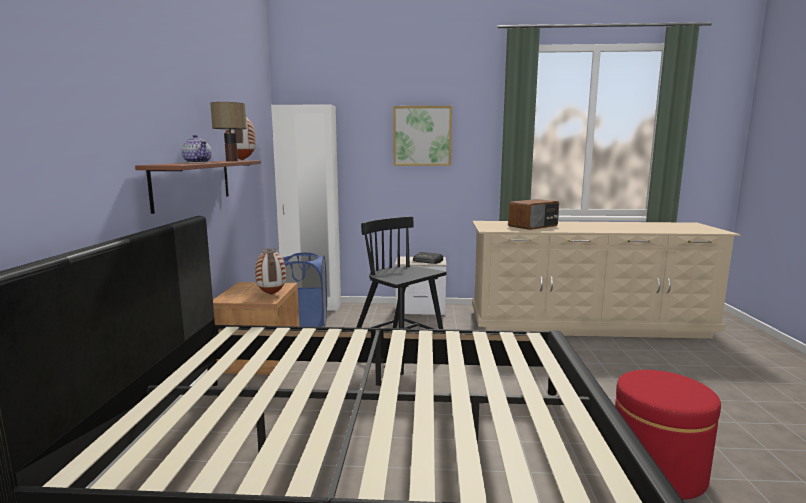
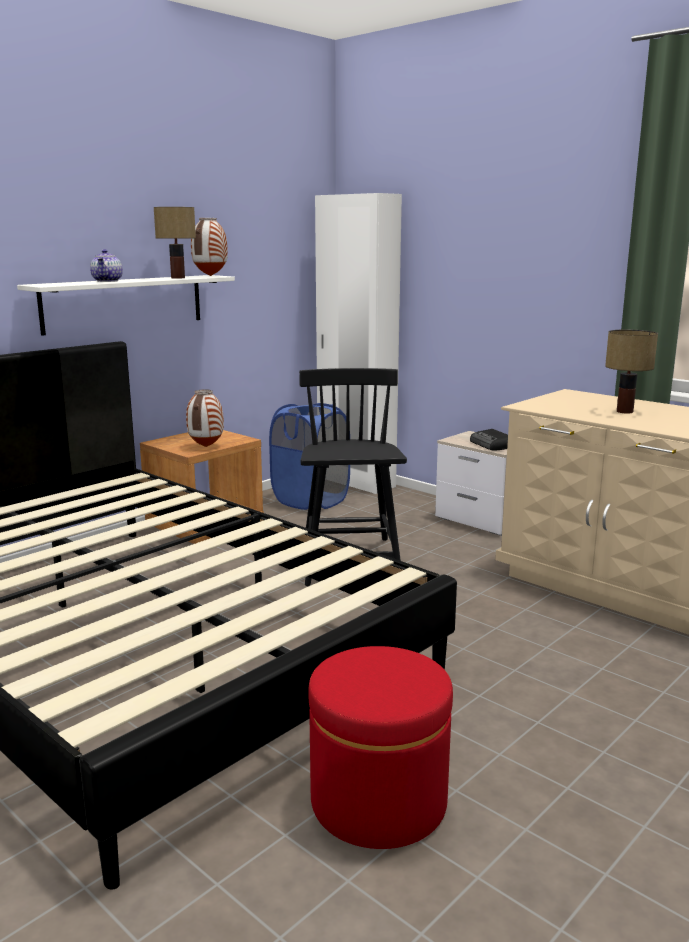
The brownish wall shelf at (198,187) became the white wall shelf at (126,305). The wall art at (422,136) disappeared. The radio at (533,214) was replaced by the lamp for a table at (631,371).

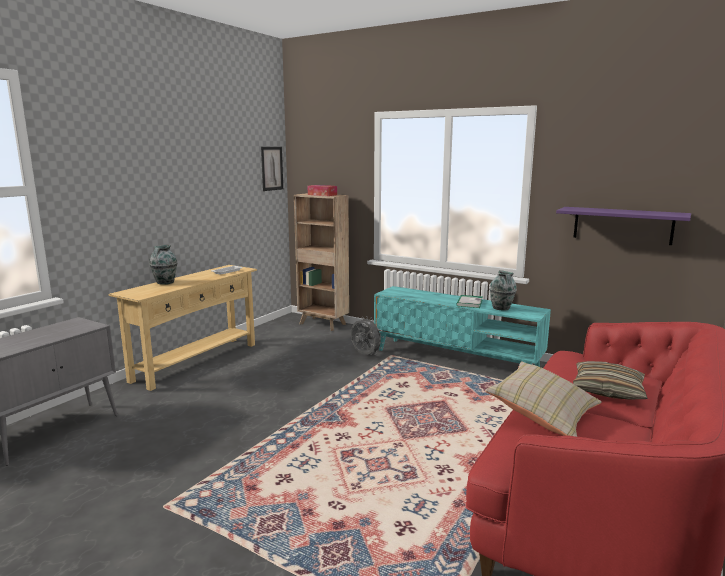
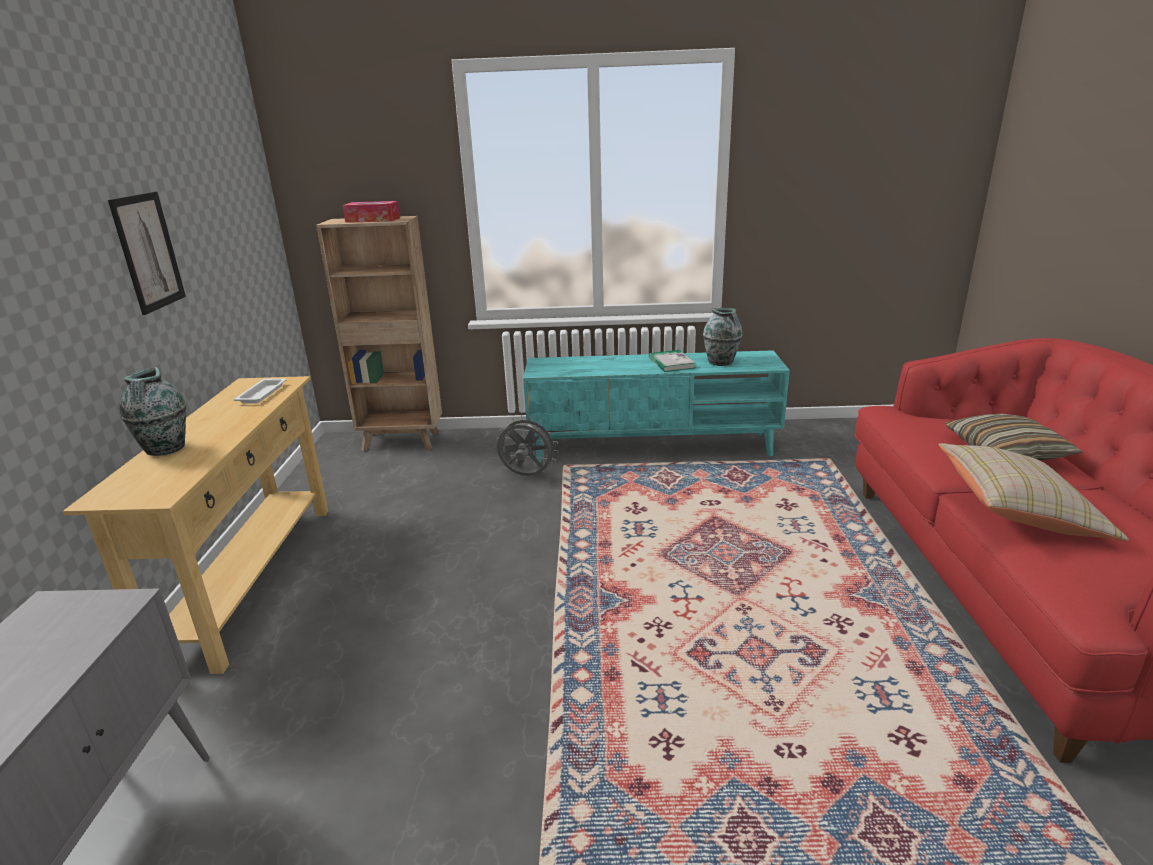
The wall art moved from (272,169) to (147,253). The purple-coloured wall shelf at (623,226) disappeared.

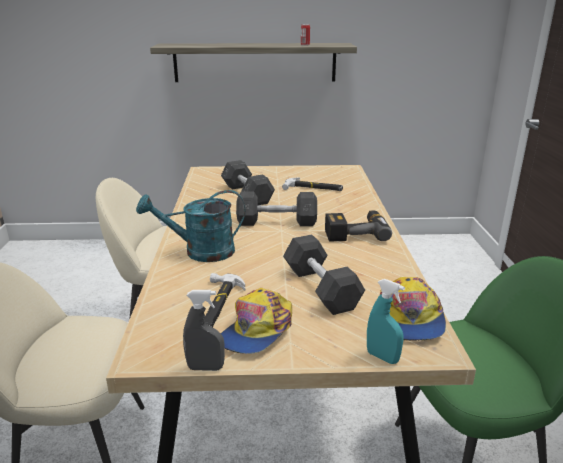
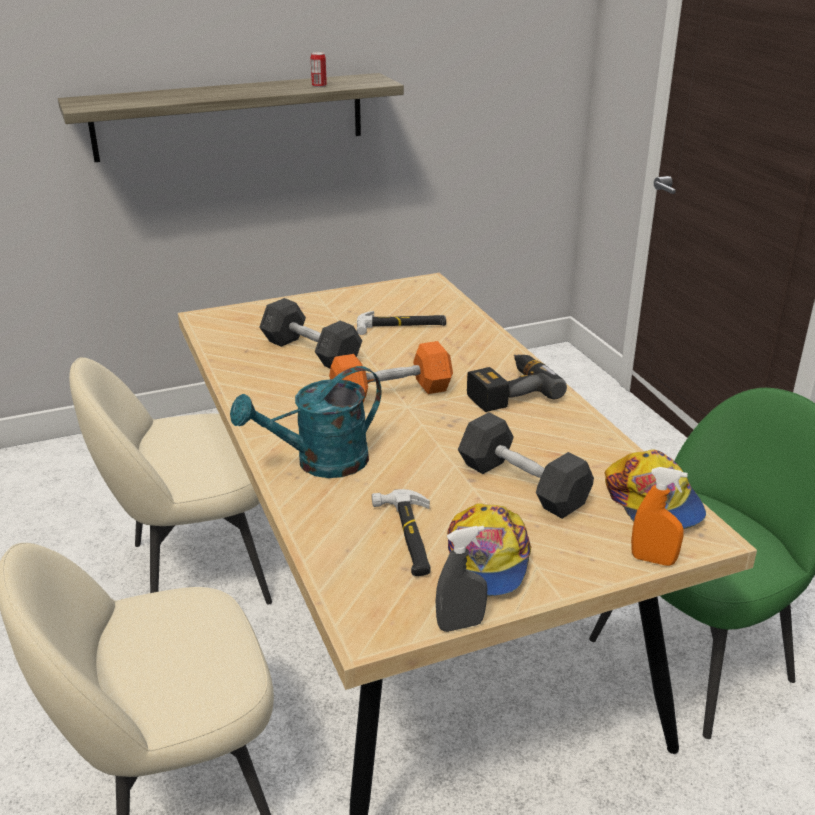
The grey dumbbell at (276,209) became the orange dumbbell at (391,371). The turquoise-coloured spray bottle at (386,321) became the orange spray bottle at (659,516).

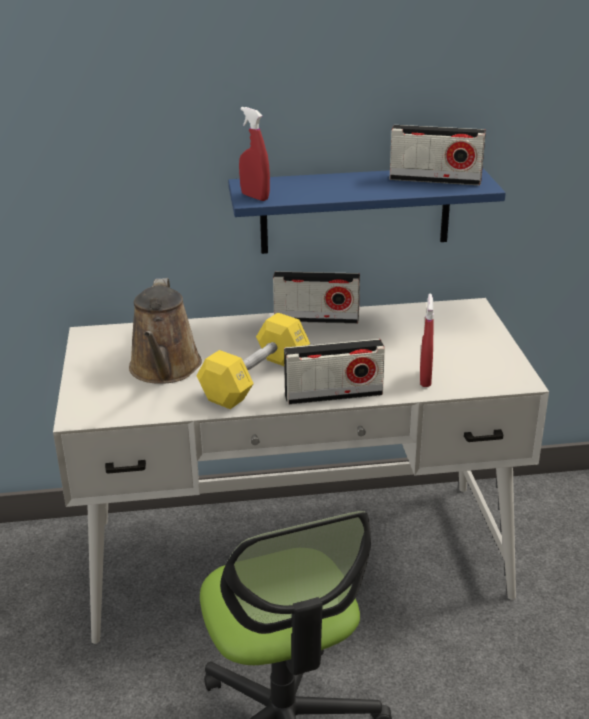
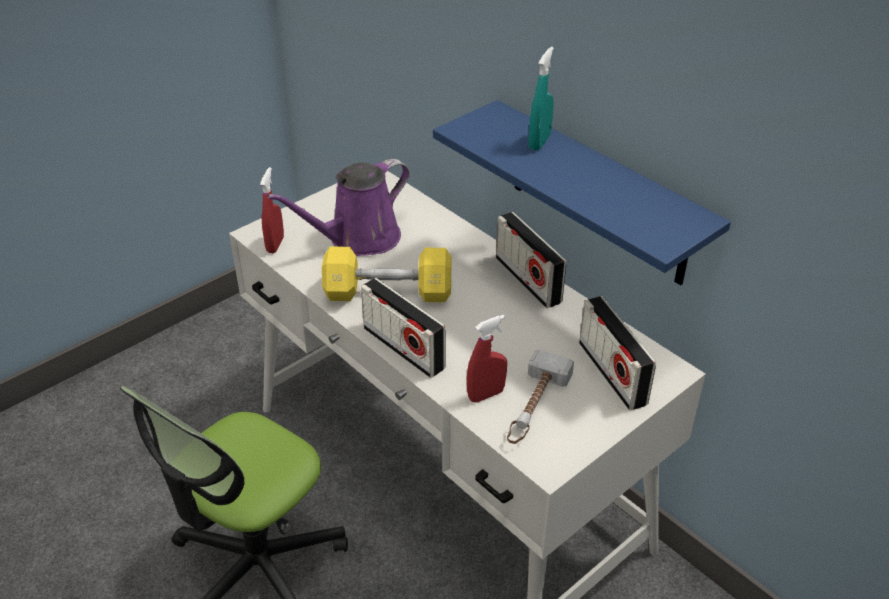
The brownish watering pot at (165,331) became the purple-coloured watering pot at (338,207). The reddish spray bottle moved from (254,154) to (272,210). The radio moved from (438,155) to (617,353). The tool hammer at (540,397) appeared. The turquoise-coloured spray bottle at (541,99) appeared.

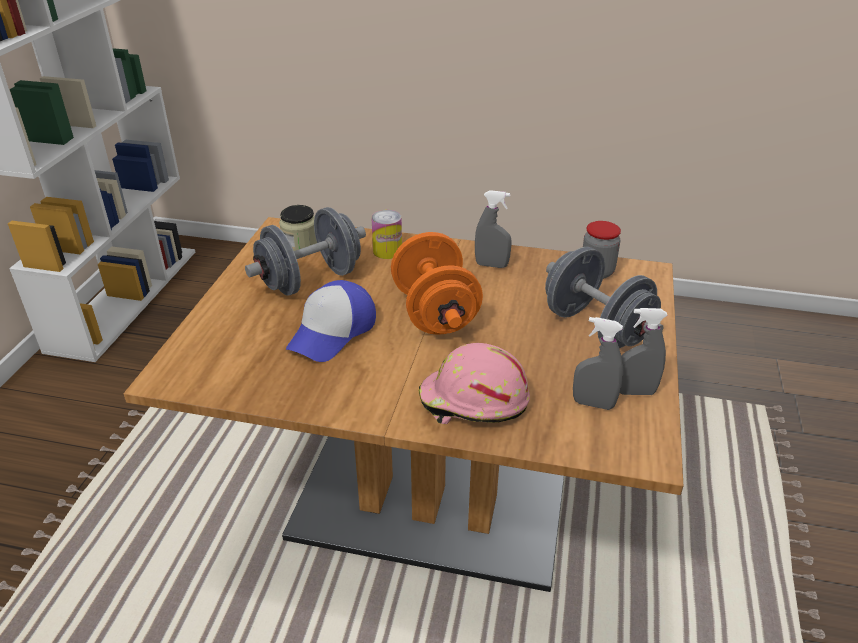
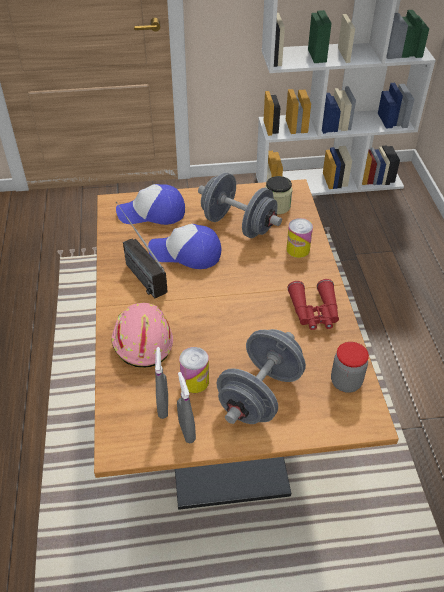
The orange dumbbell at (437,283) disappeared. The grey spray bottle at (493,229) was replaced by the reddish field glasses at (313,304). The cap at (150,204) appeared. The radio at (142,250) appeared. The can at (194,370) appeared.

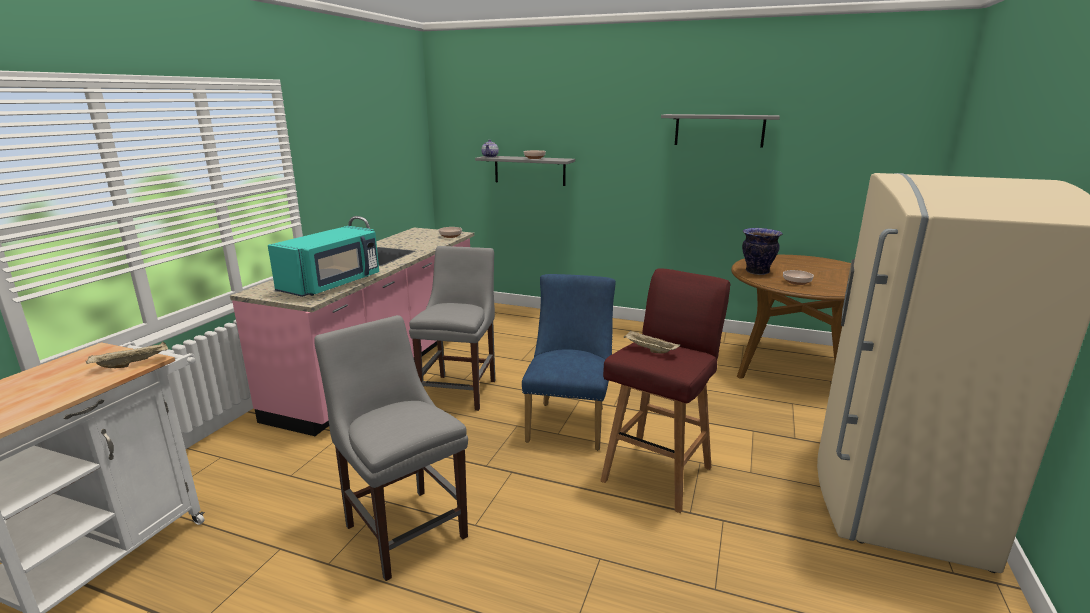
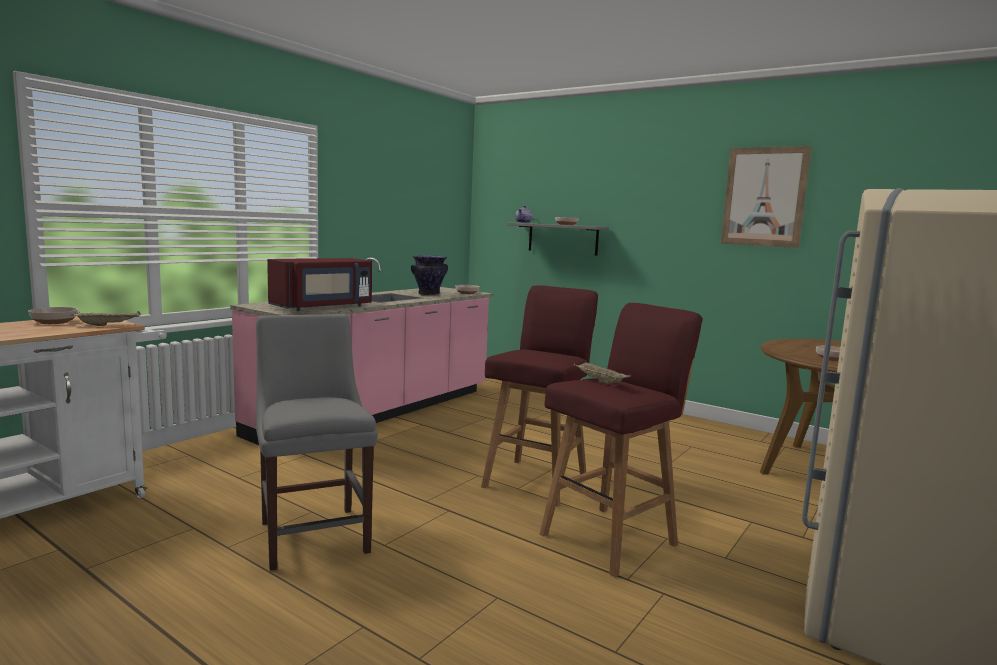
The turquoise-coloured microwave at (323,261) became the reddish microwave at (319,284). The grey chair at (452,328) disappeared. The blue-coloured chair at (569,362) was replaced by the reddish sitting stool at (539,396). The grey wall shelf at (720,130) was replaced by the wall art at (766,197). The flower vase moved from (762,251) to (429,275). The serving bowl at (53,315) appeared.

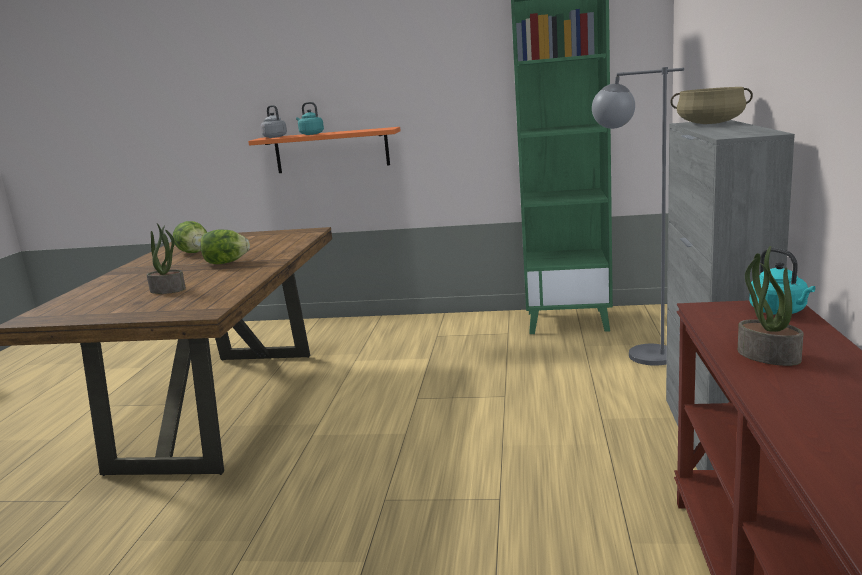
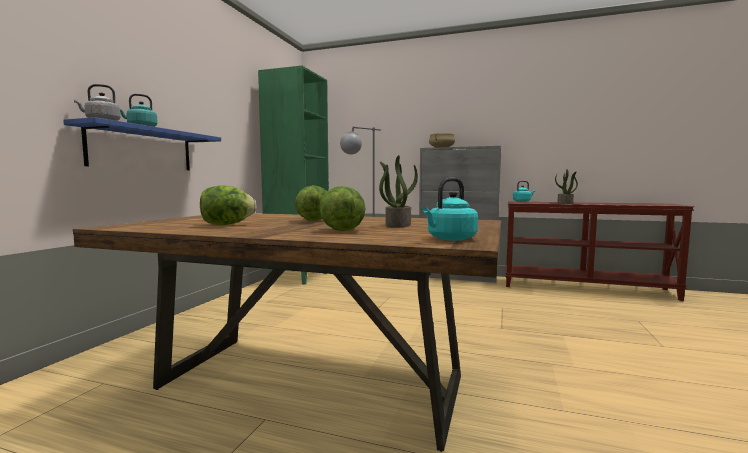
The orange wall shelf at (324,150) became the blue-coloured wall shelf at (142,143). The lettuce head at (342,208) appeared. The turquoise-coloured kettle at (450,209) appeared.

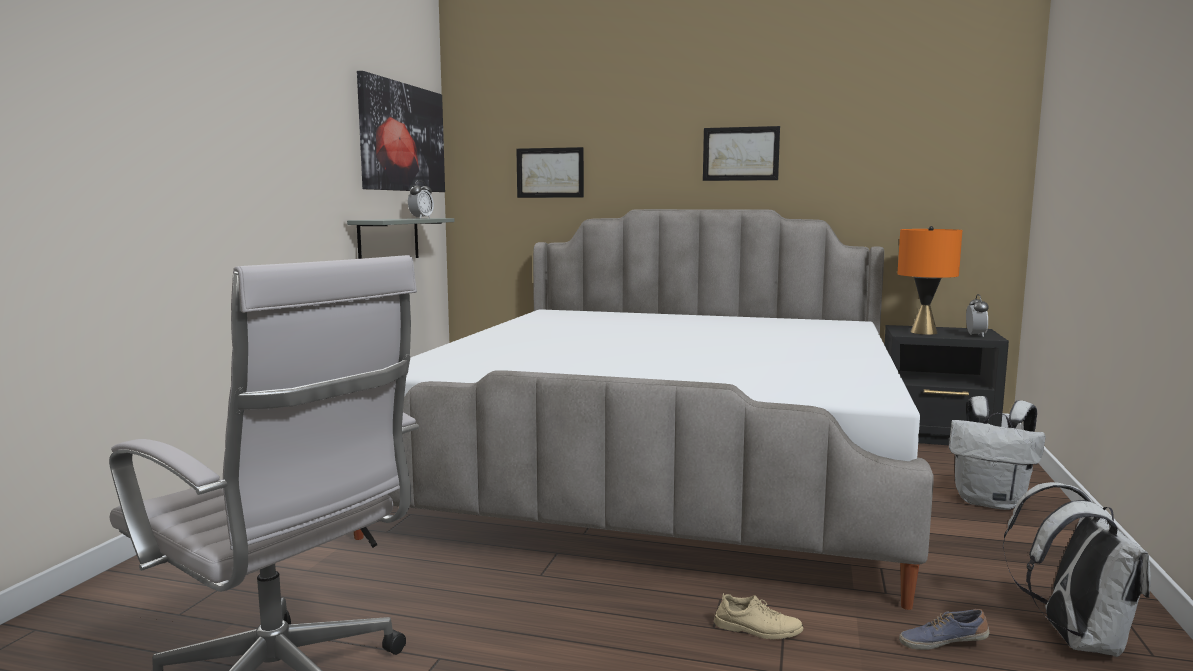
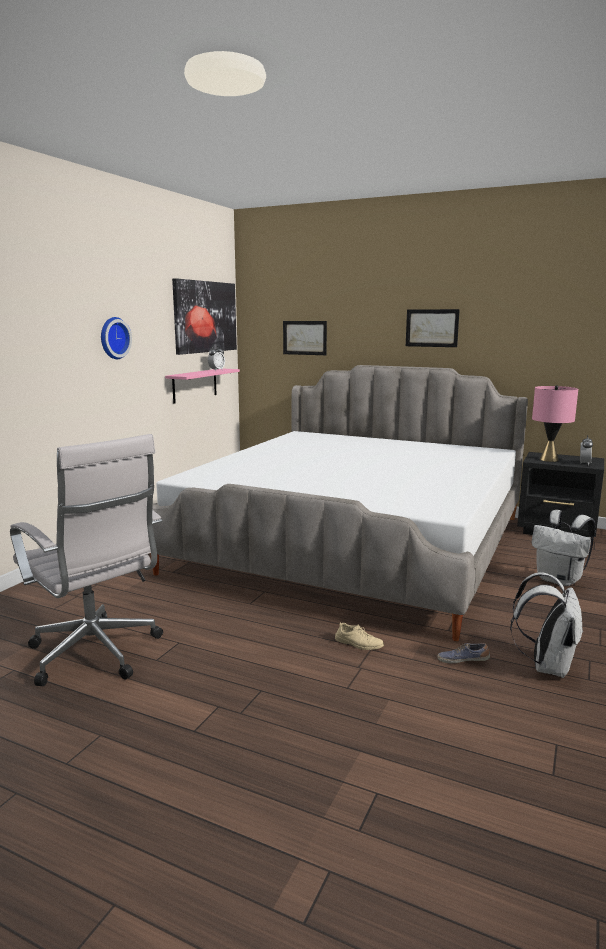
The grey wall shelf at (400,238) became the pink-coloured wall shelf at (202,386). The orange lamp for a table at (929,280) became the pink-coloured lamp for a table at (555,423). The clock on the wall at (116,338) appeared.

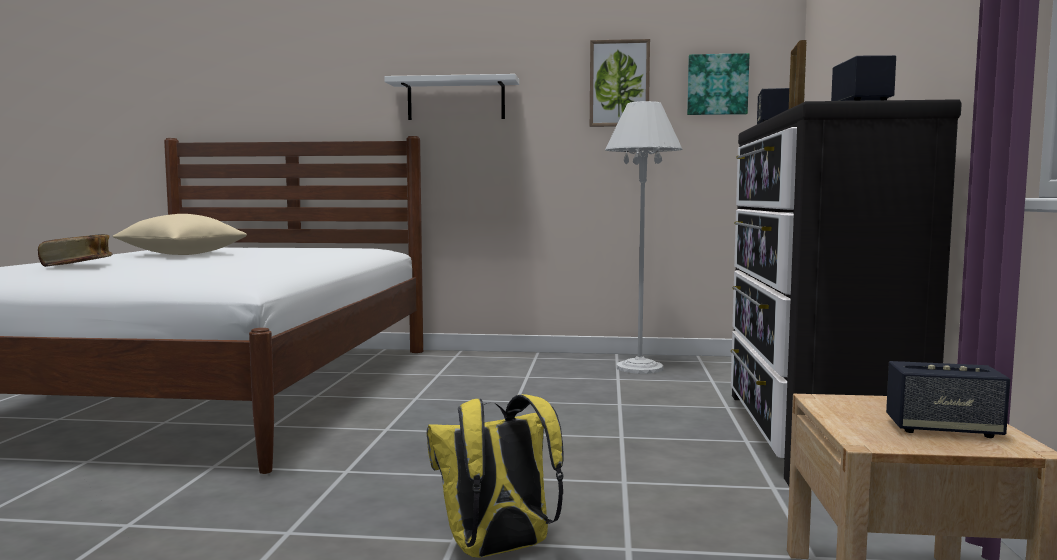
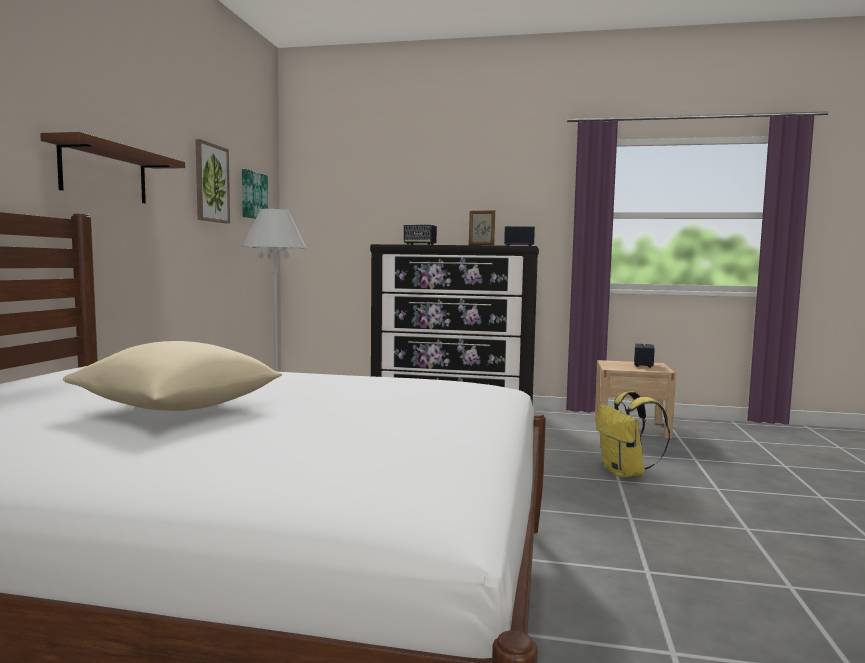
The volume at (75,250) disappeared. The white wall shelf at (451,97) became the brownish wall shelf at (112,167).

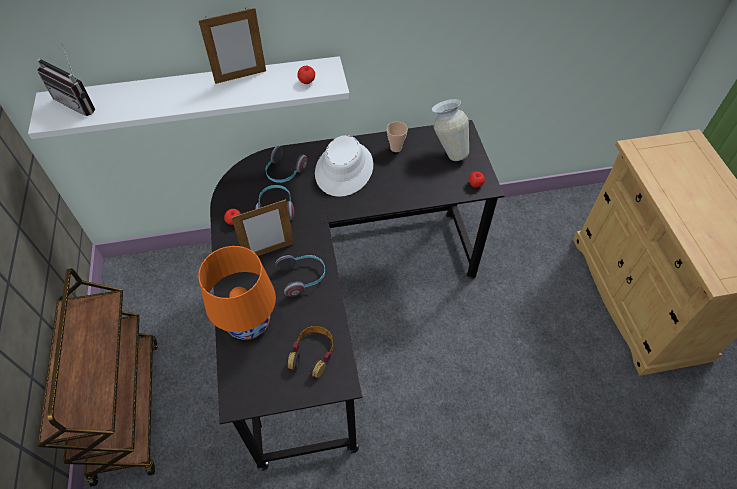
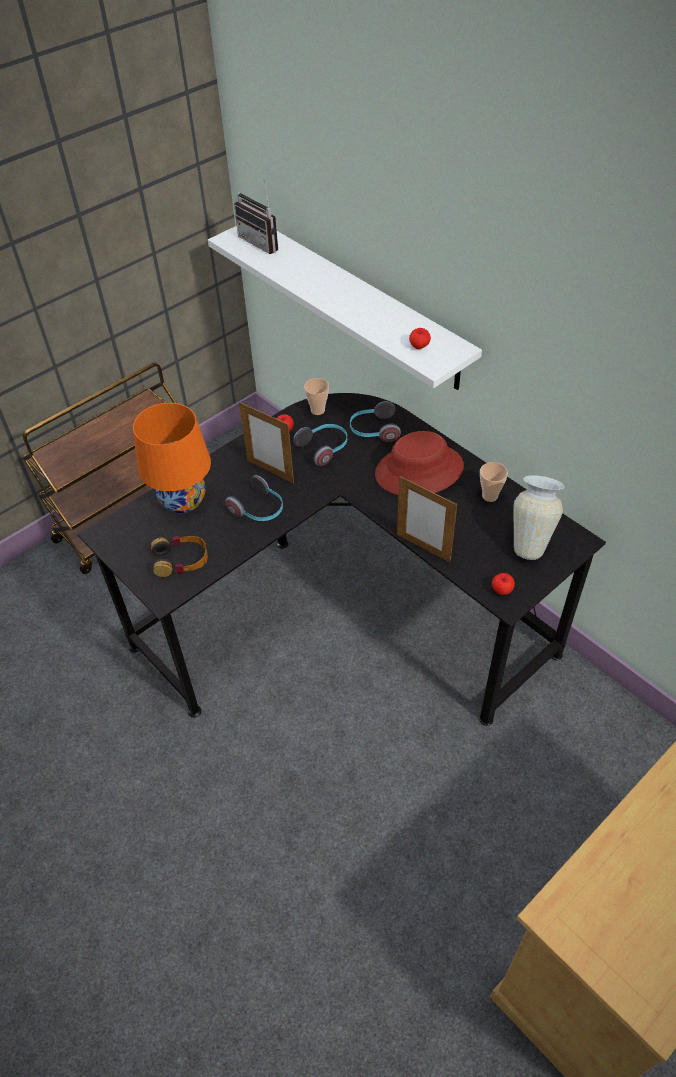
The radio at (66,79) turned 45 degrees counterclockwise. The picture frame moved from (232,45) to (427,519). The white clothing hat at (344,166) became the reddish clothing hat at (419,463). The cup at (316,396) appeared.

